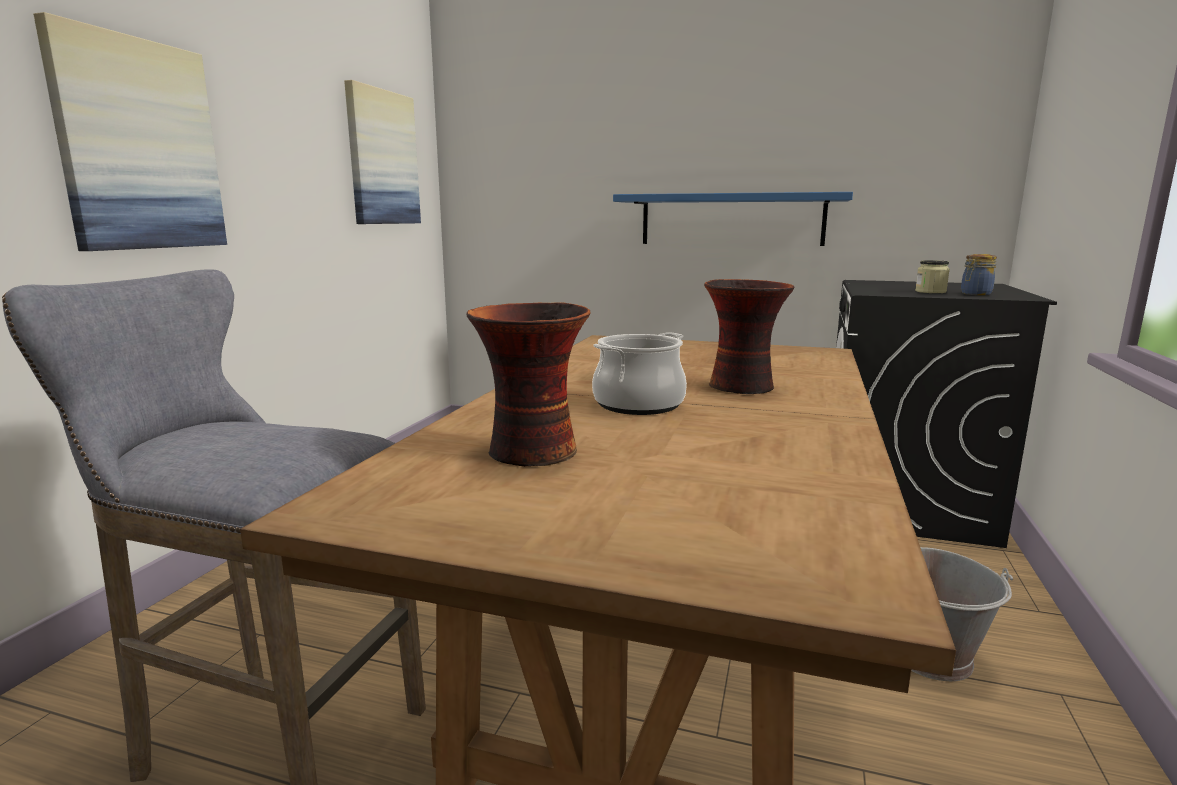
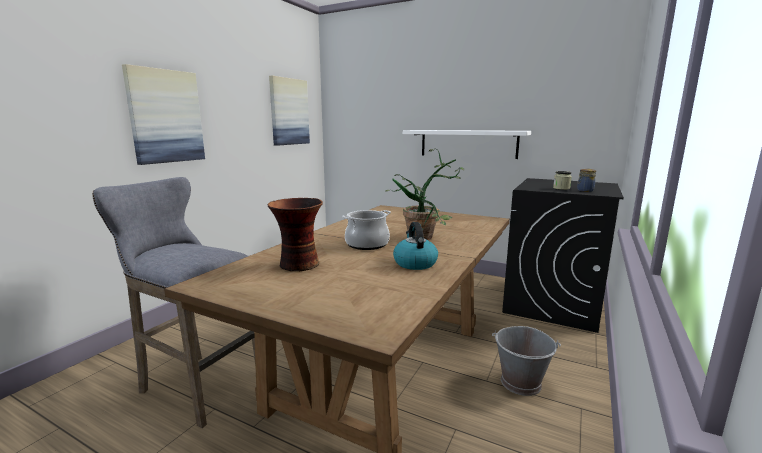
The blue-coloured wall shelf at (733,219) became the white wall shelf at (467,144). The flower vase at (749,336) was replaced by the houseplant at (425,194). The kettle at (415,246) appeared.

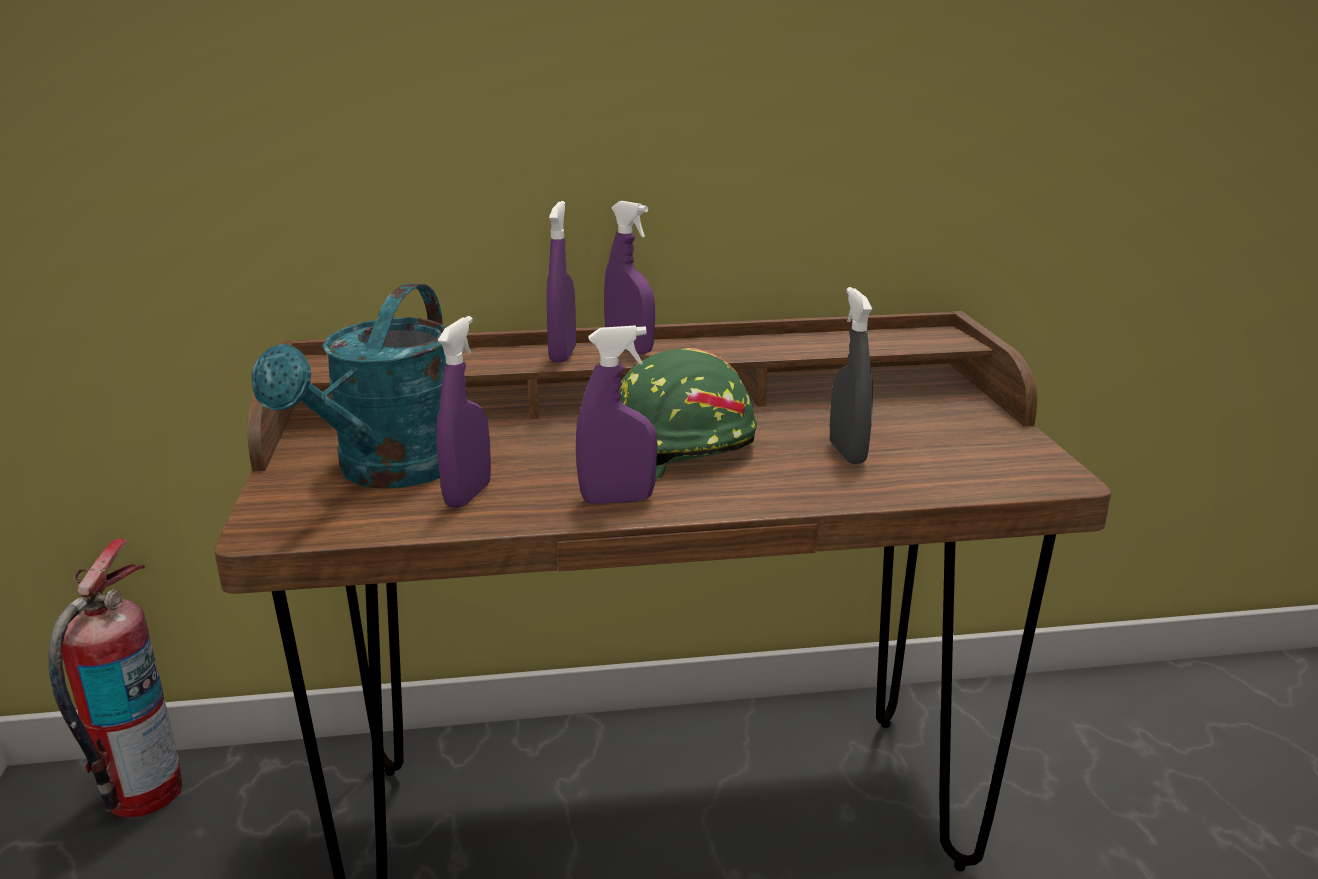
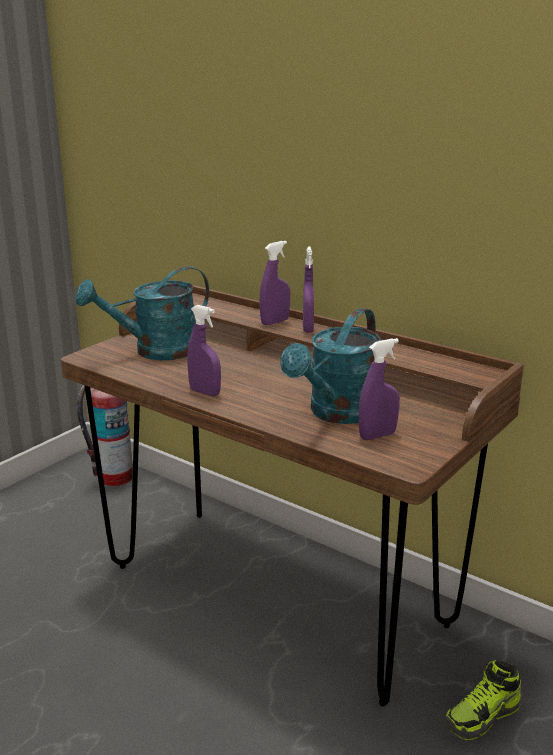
The purple-coloured spray bottle moved from (464,412) to (379,389). The greenish hard hat at (688,413) disappeared. The grey spray bottle at (851,375) was replaced by the turquoise-coloured watering pot at (330,366). The low shoe at (483,700) appeared.

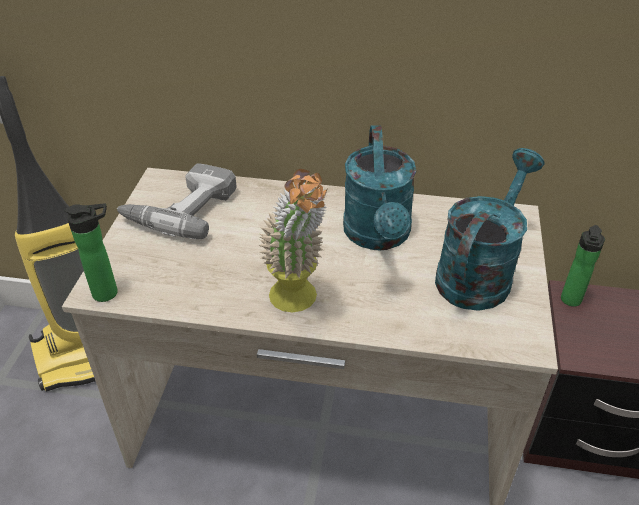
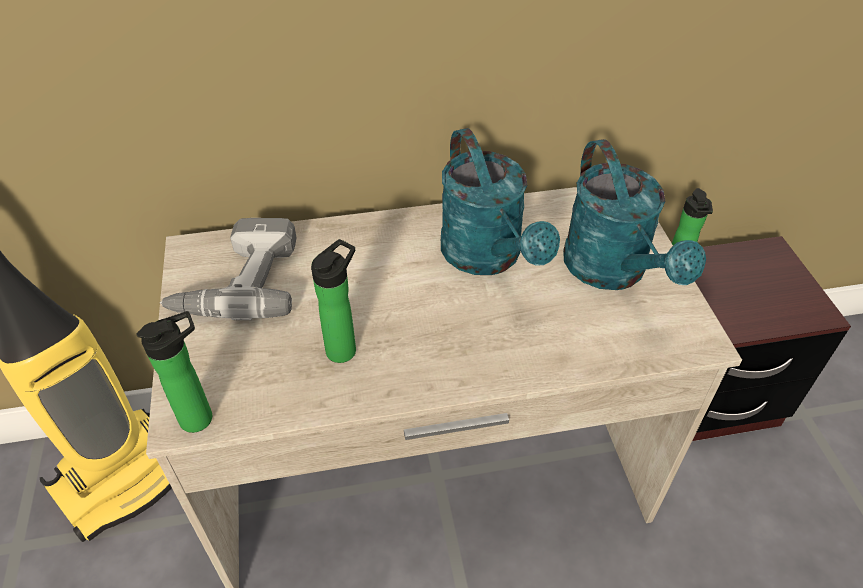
The houseplant at (293,240) disappeared. The turquoise-coloured watering pot at (490,229) turned 150 degrees clockwise. The beverage bottle at (333,301) appeared.

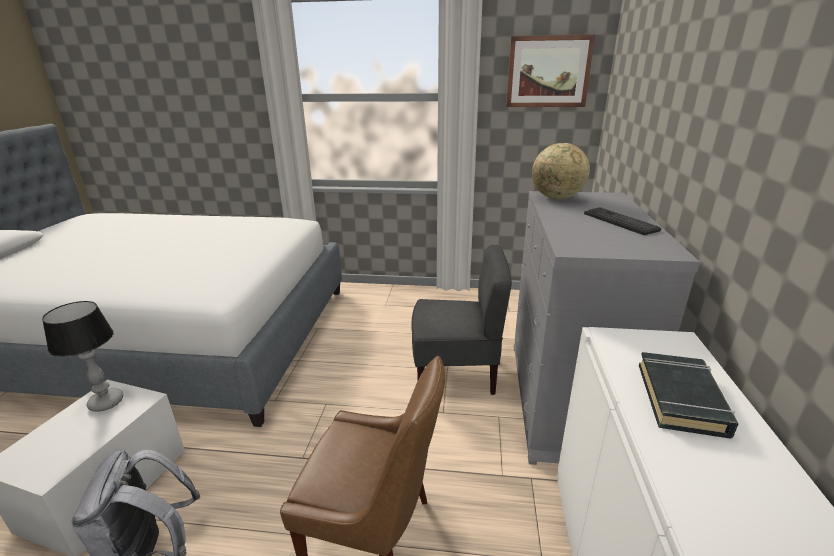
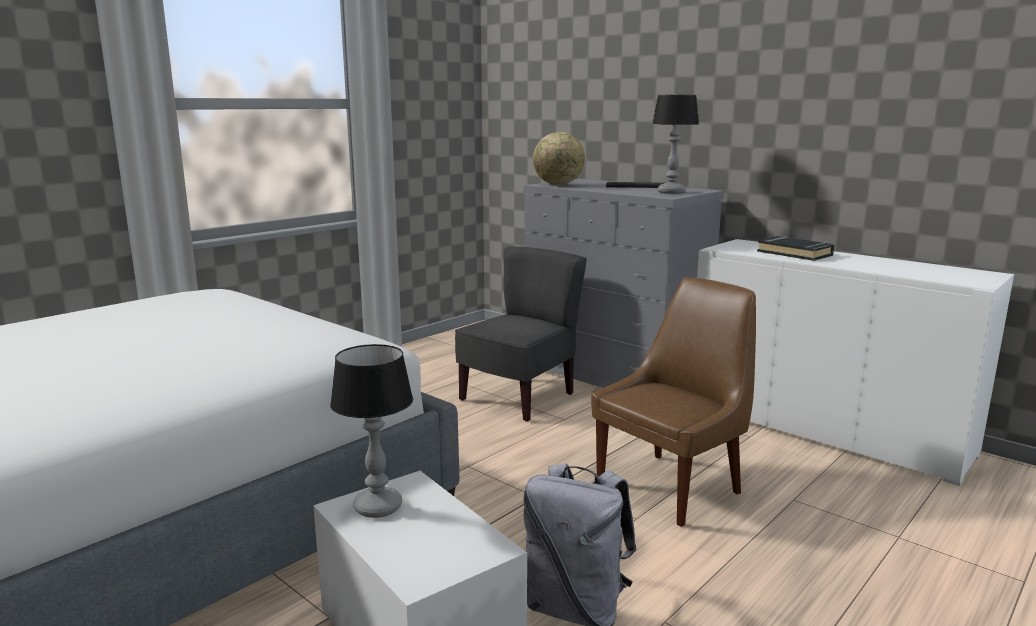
The wall art at (550,71) disappeared. The lamp for a table at (675,144) appeared.

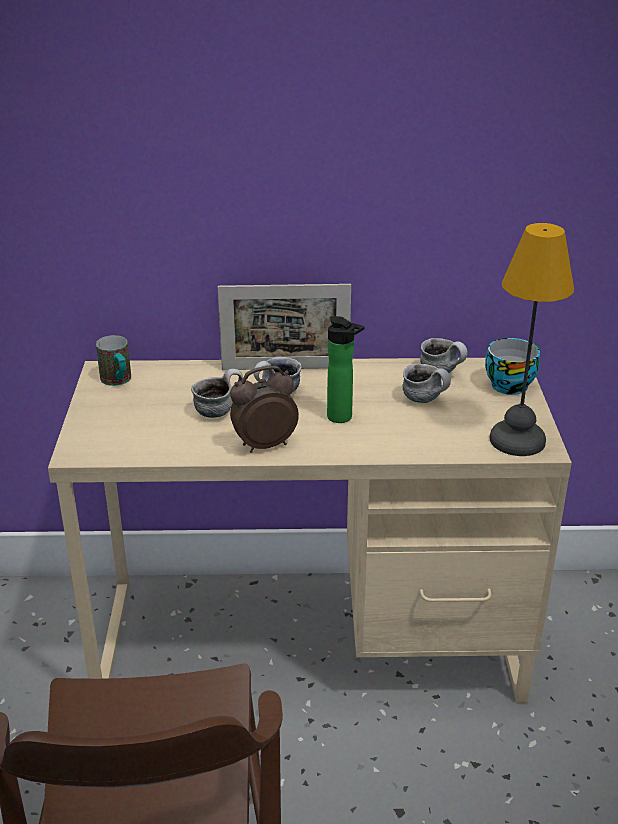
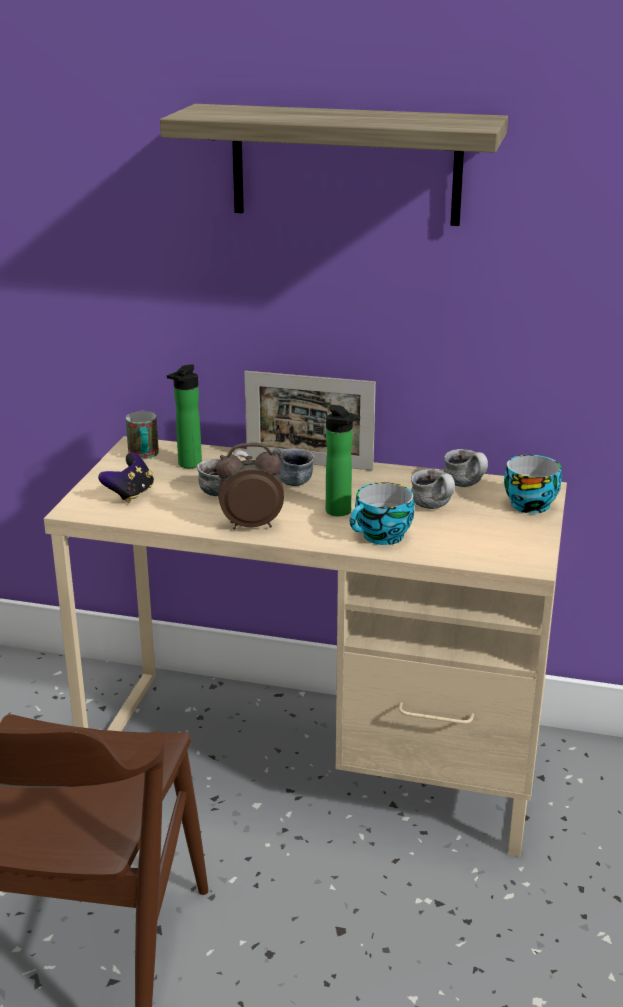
The lamp for a table at (531,339) disappeared. The gamepad at (126,478) appeared. The wall shelf at (334,165) appeared. The beverage bottle at (184,416) appeared. The cup at (382,513) appeared.

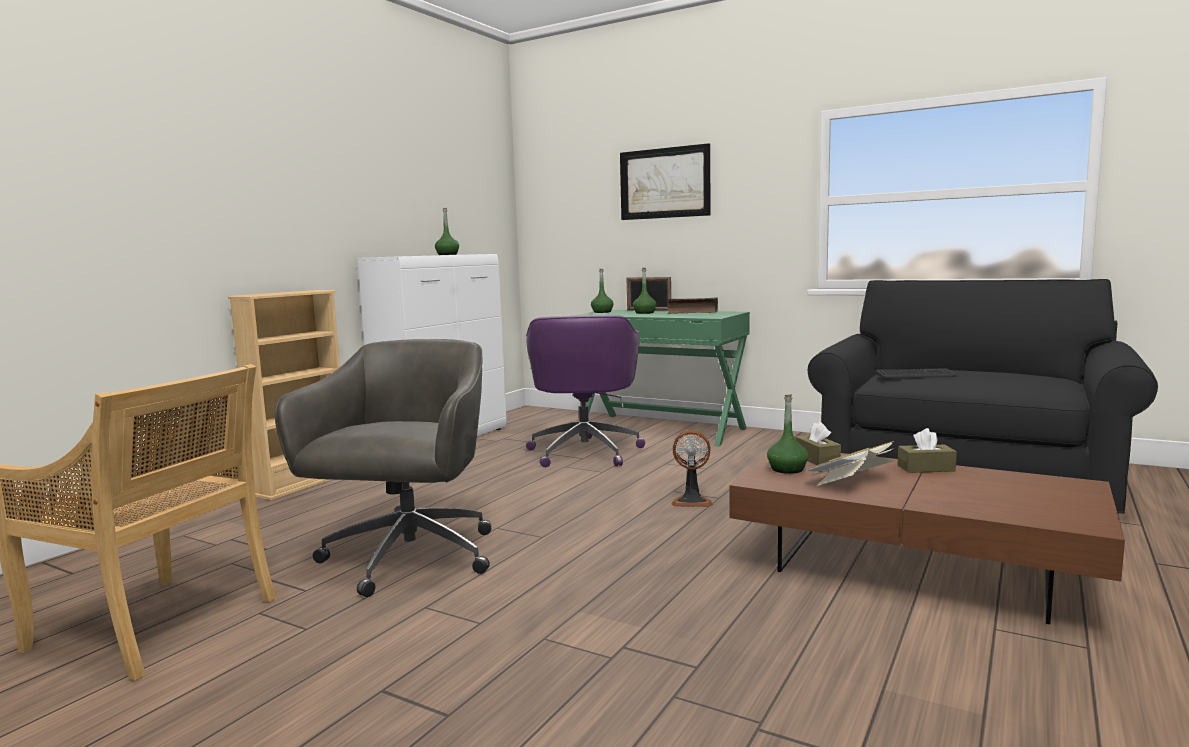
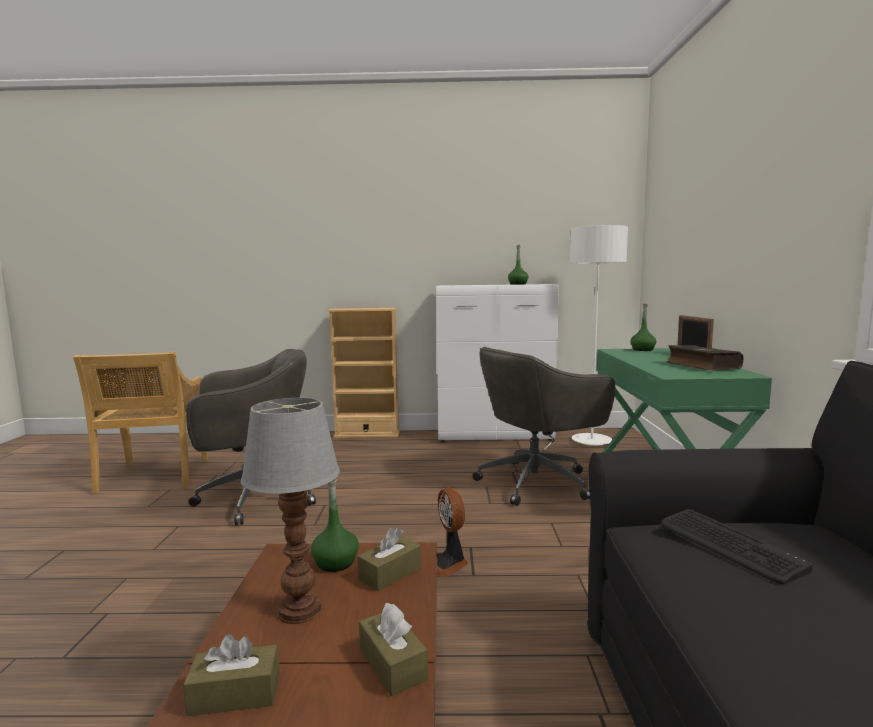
The purple-coloured office chair at (585,391) became the grey office chair at (543,426). The wall art at (665,181) disappeared. The greenish beverage bottle at (644,291) disappeared. The volume at (850,463) was replaced by the lamp for a table at (290,511). The brownish tissue holder at (231,675) appeared. The white standard lamp at (599,335) appeared.

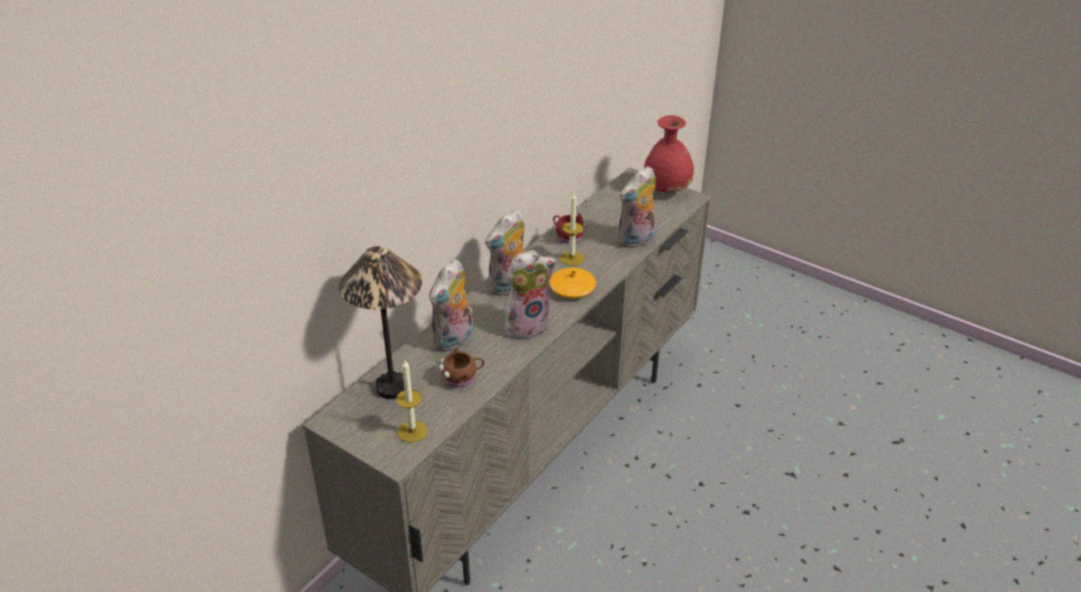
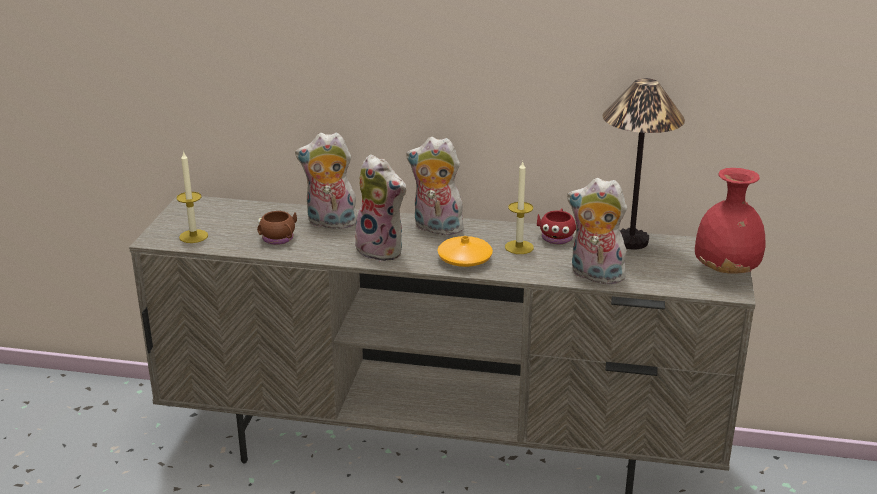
The lamp for a table moved from (380,322) to (643,164).

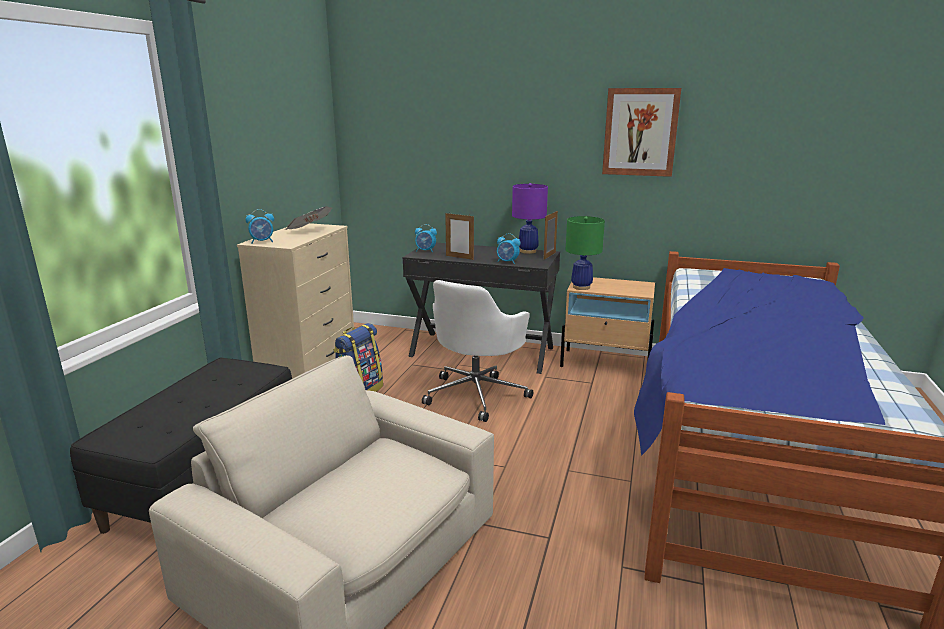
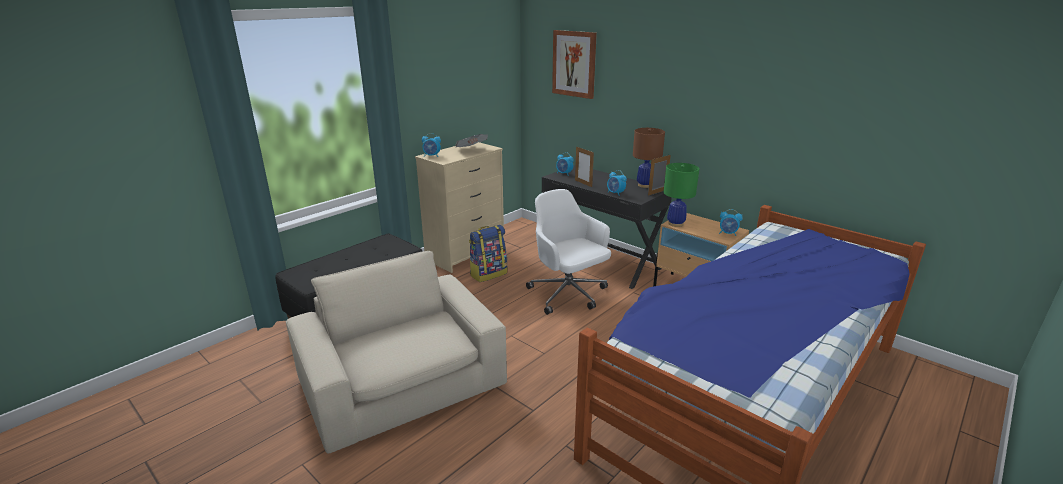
The white office chair at (477,351) turned 90 degrees clockwise. The purple-coloured lamp for a table at (530,218) became the brownish lamp for a table at (649,158). The wall art moved from (641,132) to (574,64). The bedside clock at (731,222) appeared.

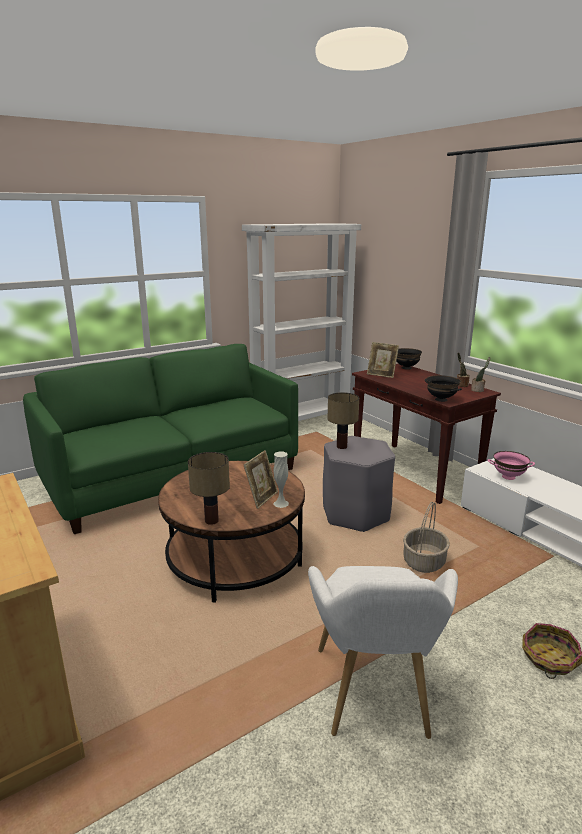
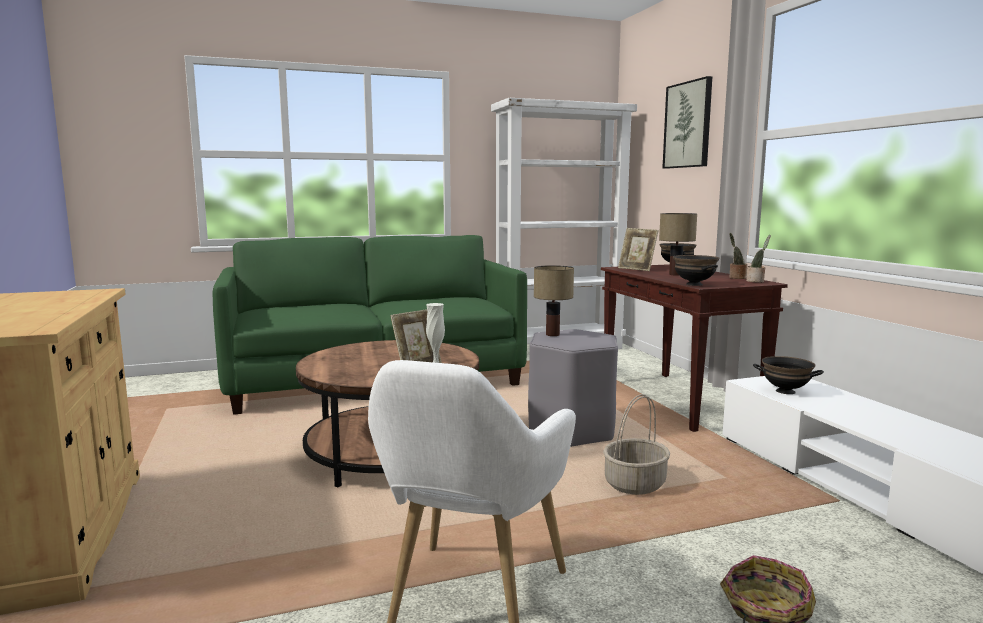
The lamp for a table moved from (209,488) to (678,244). The pink-coloured serving bowl at (511,465) became the black-coloured serving bowl at (788,375). The wall art at (687,122) appeared.

